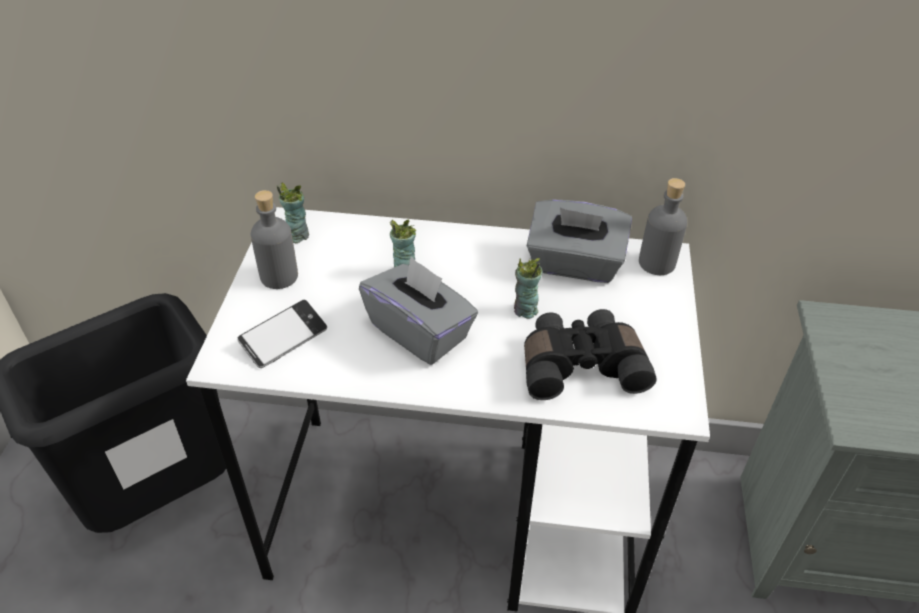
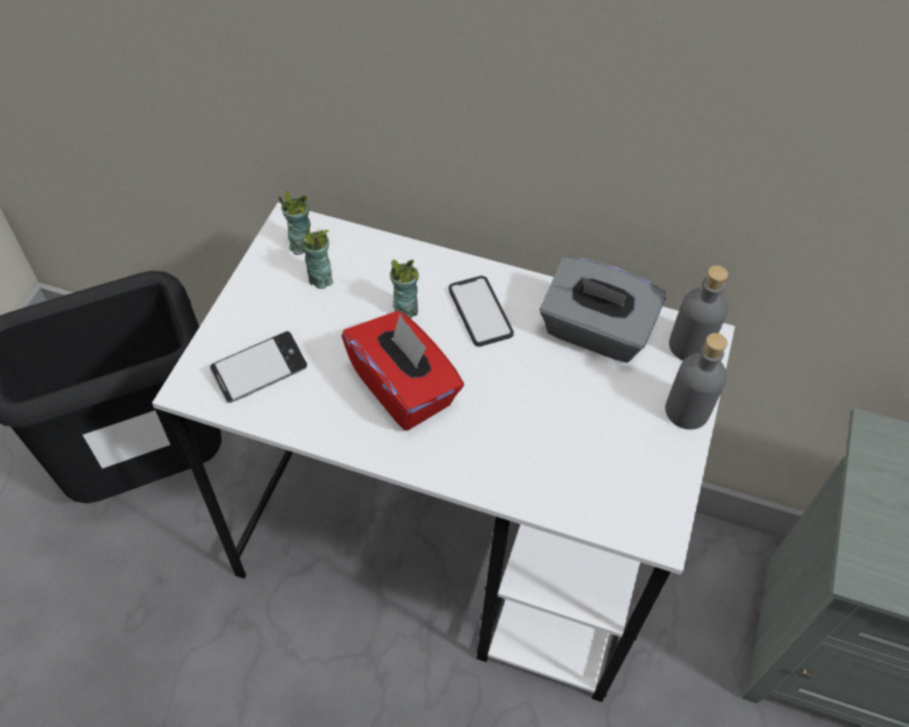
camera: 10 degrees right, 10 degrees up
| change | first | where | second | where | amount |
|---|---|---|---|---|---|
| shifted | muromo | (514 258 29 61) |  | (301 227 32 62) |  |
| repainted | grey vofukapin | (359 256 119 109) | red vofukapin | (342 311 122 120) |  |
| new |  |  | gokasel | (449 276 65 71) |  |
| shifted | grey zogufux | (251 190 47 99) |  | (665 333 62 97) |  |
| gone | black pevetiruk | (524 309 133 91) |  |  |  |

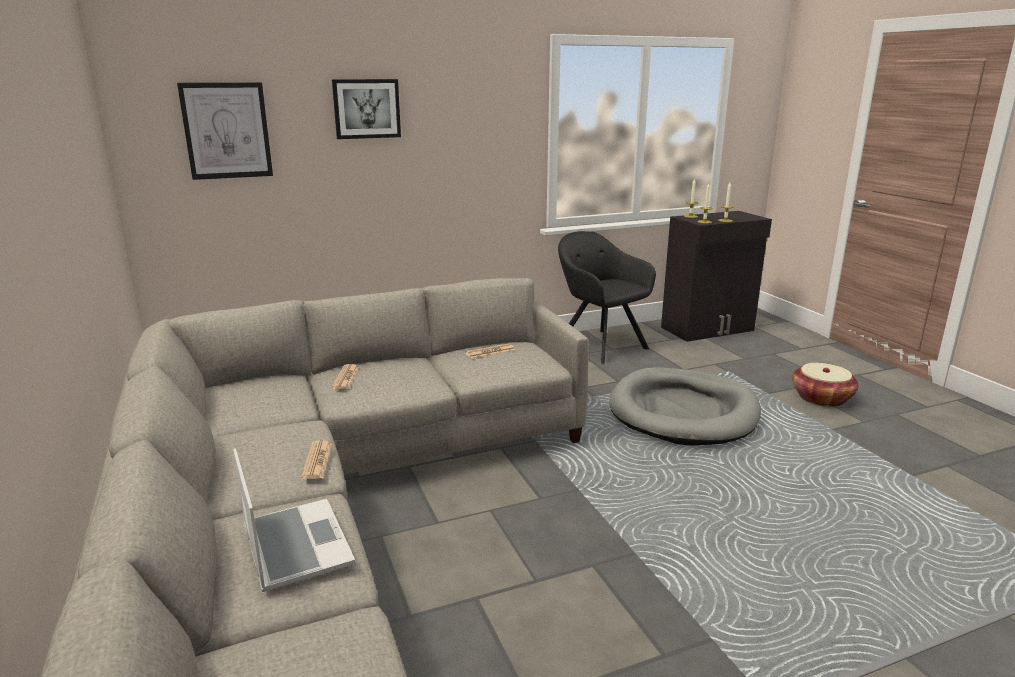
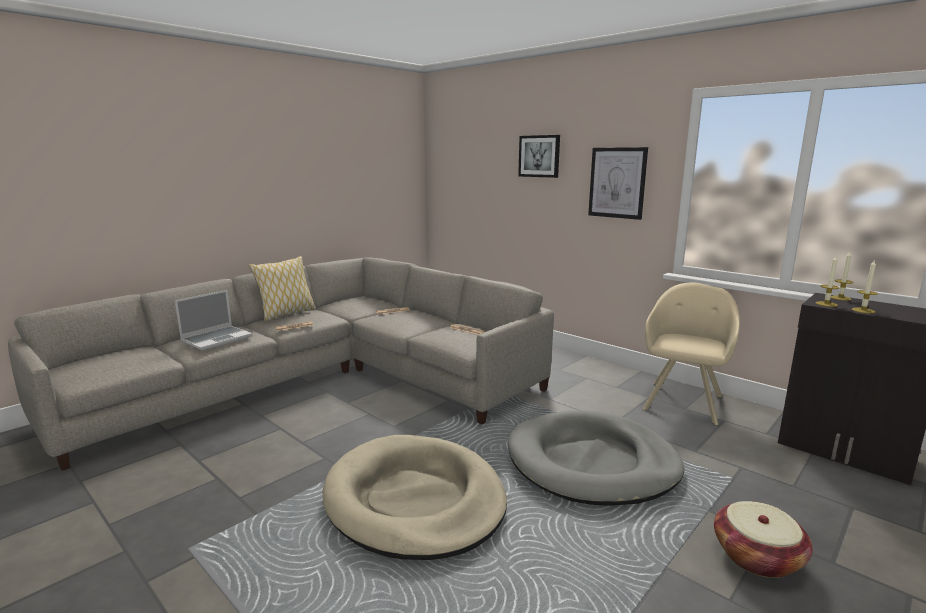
camera: 65 degrees right, 5 degrees down
| change | first | where | second | where | amount |
|---|---|---|---|---|---|
| new |  |  | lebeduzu | (249 256 67 66) |  |
| new |  |  | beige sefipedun | (322 435 185 125) |  |
| shifted | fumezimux | (177 82 96 98) |  | (588 147 60 73) |  |
| repainted | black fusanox | (558 231 98 133) | beige fusanox | (642 282 98 144) |  |

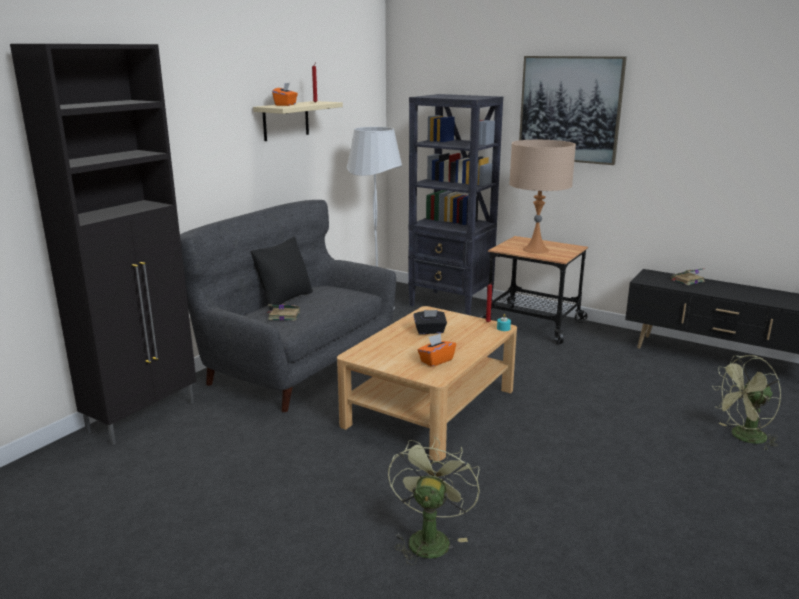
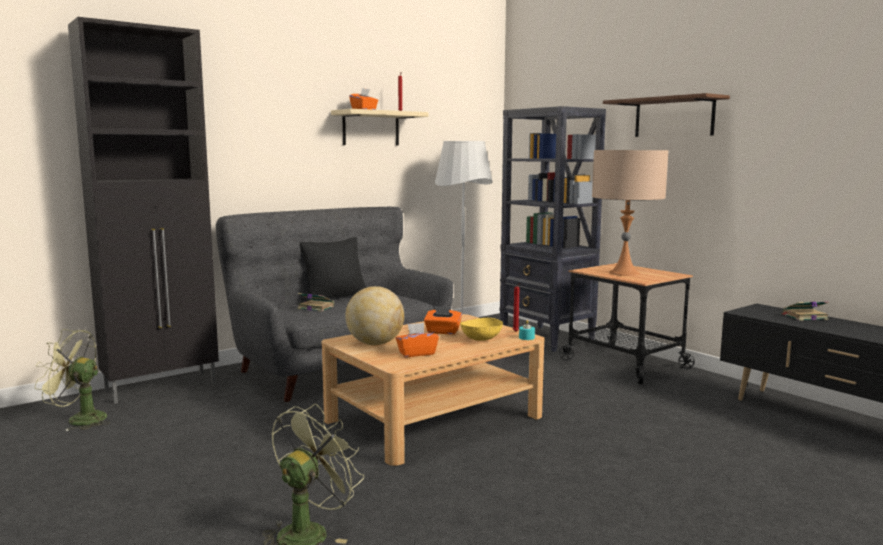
camera: 20 degrees right, 10 degrees down
| change | first | where | second | where | amount |
|---|---|---|---|---|---|
| shifted | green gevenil | (712 355 69 95) |  | (35 329 75 102) |  |
| new |  |  | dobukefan | (345 286 59 59) |  |
| repainted | black vofukapin | (413 310 34 24) | orange vofukapin | (424 306 38 29) |  |
| new |  |  | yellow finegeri | (460 318 43 23) |  |
| swapped | fumezimux | (519 56 108 109) | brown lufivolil | (603 93 127 44) |  |

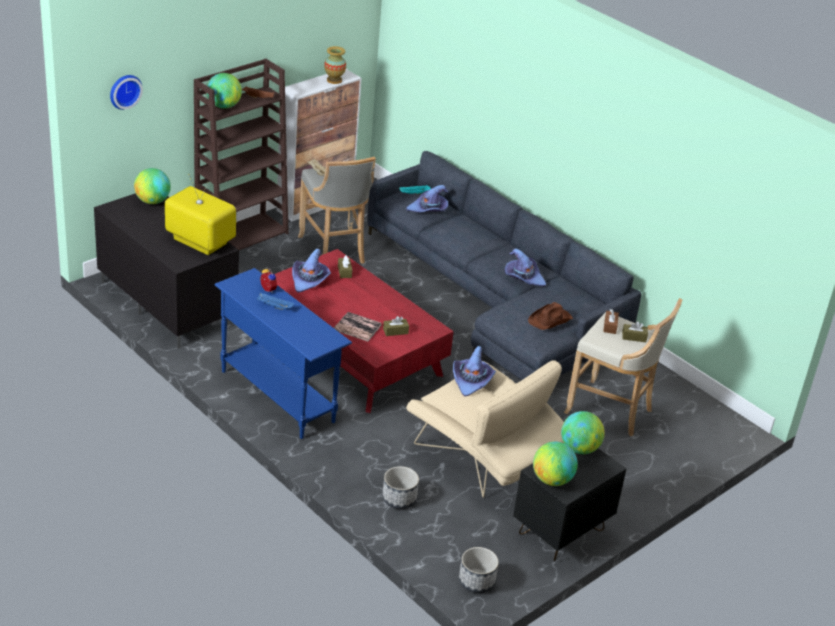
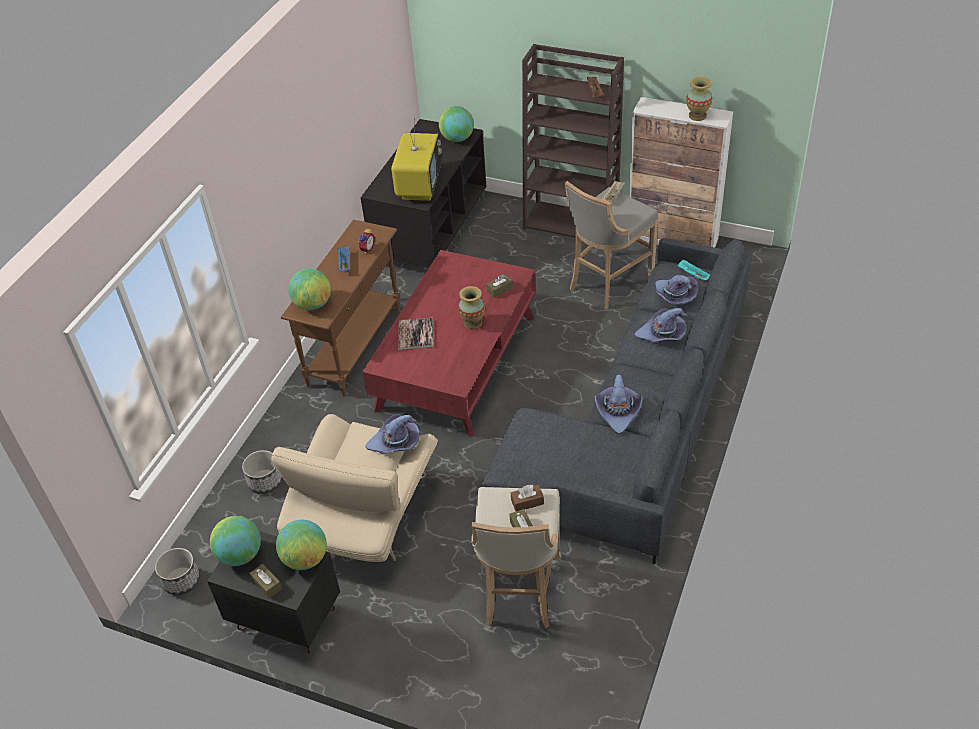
camera: 70 degrees right, 10 degrees up
| change | first | where | second | where | amount |
|---|---|---|---|---|---|
| shifted | brown vofukapin | (383 316 26 20) |  | (249 564 33 35) |  |
| repainted | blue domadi | (214 268 138 171) | brown domadi | (281 220 119 177) |  |
| shifted | dobukefan | (207 73 35 36) |  | (288 268 43 42) |  |
| new |  |  | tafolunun | (458 286 27 43) |  |
| shifted | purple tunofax | (292 248 39 44) |  | (634 308 53 34) |  |
| gone | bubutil | (110 75 33 35) |  |  |  |
| gone | brown tunofax | (528 302 45 28) |  |  |  |

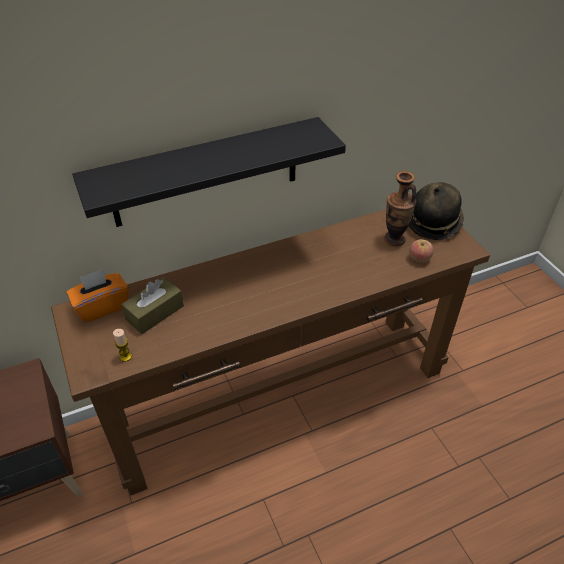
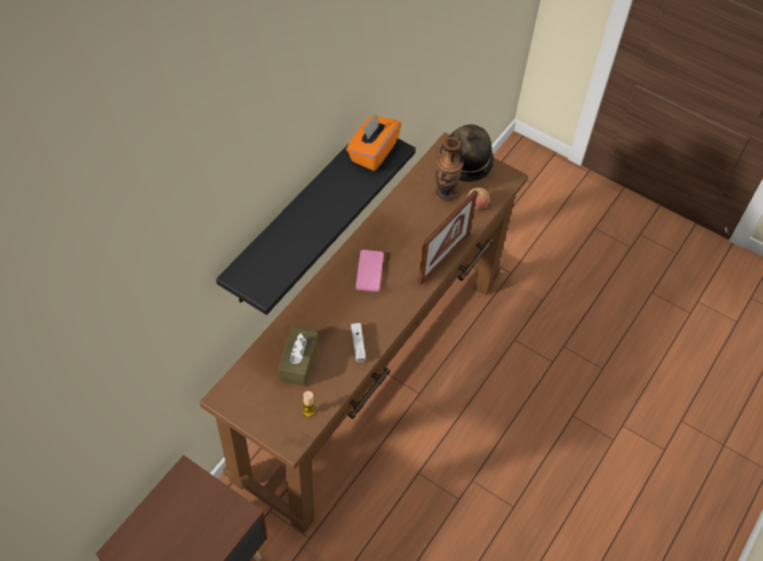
camera: 35 degrees left, 10 degrees up
| change | first | where | second | where | amount |
|---|---|---|---|---|---|
| shifted | orange vofukapin | (66 269 63 53) |  | (346 114 56 57) |  |
| new |  |  | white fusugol | (351 323 15 39) |  |
| new |  |  | pink fusugol | (356 250 28 42) |  |
| new |  |  | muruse | (418 190 59 96) |  |

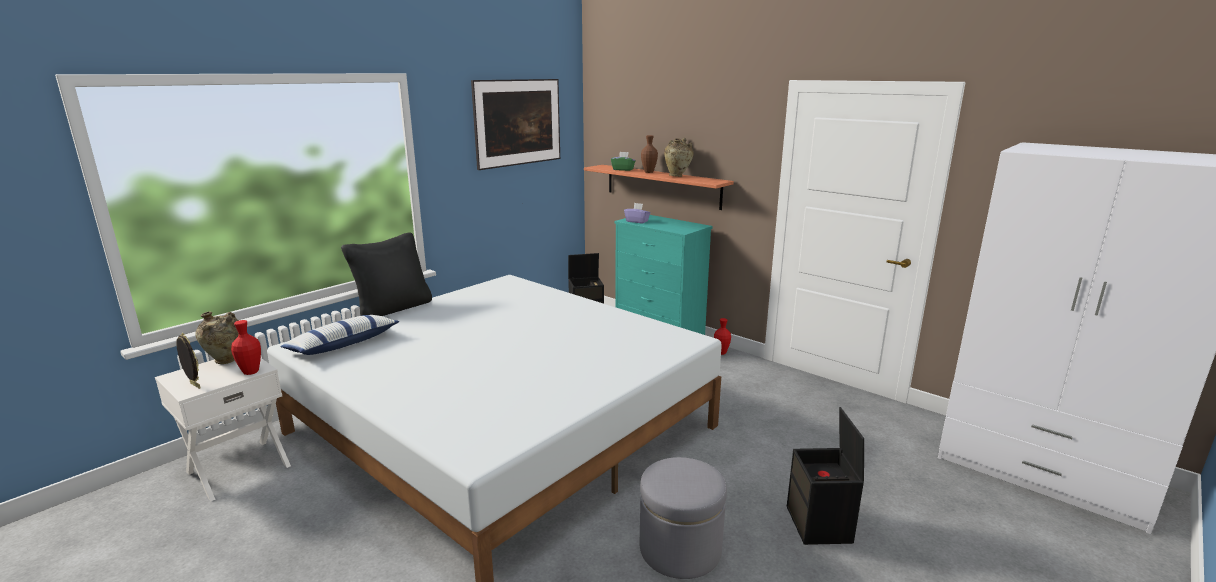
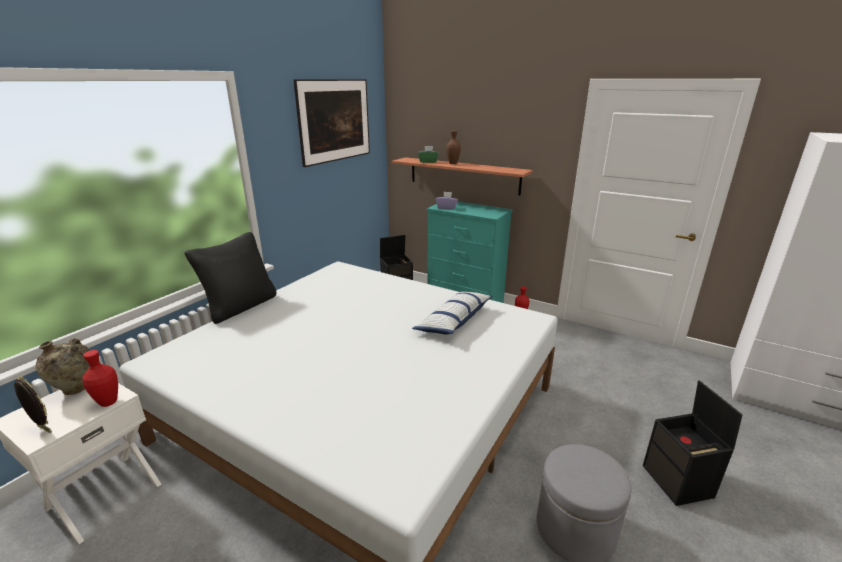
camera: 10 degrees left, 5 degrees up
| change | first | where | second | where | amount |
|---|---|---|---|---|---|
| shifted | lebeduzu | (280 315 119 40) |  | (412 292 81 43) |  |
| gone | beige tafolunun | (664 138 30 39) |  |  |  |

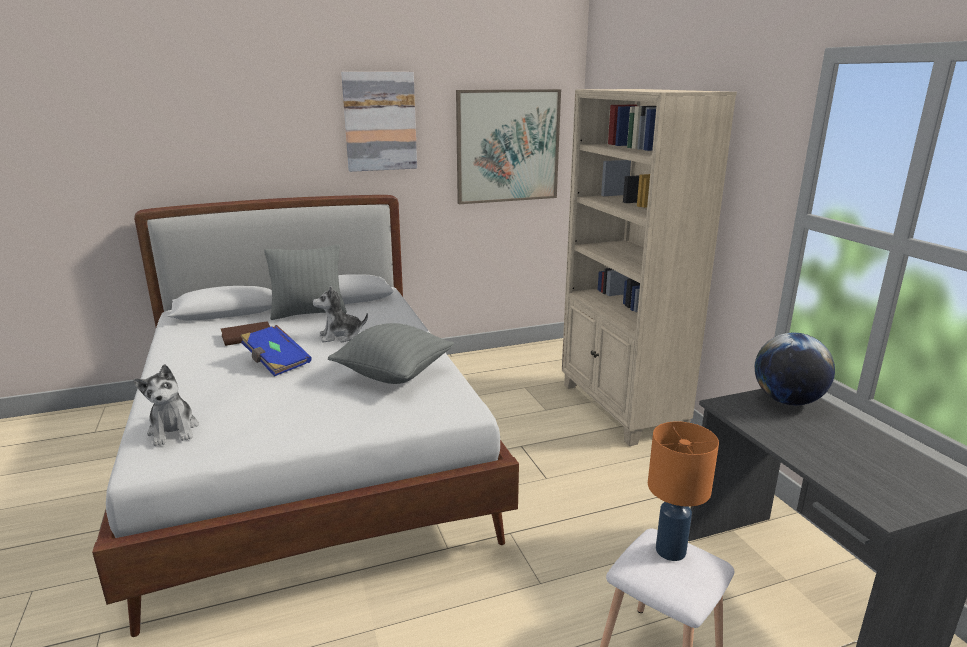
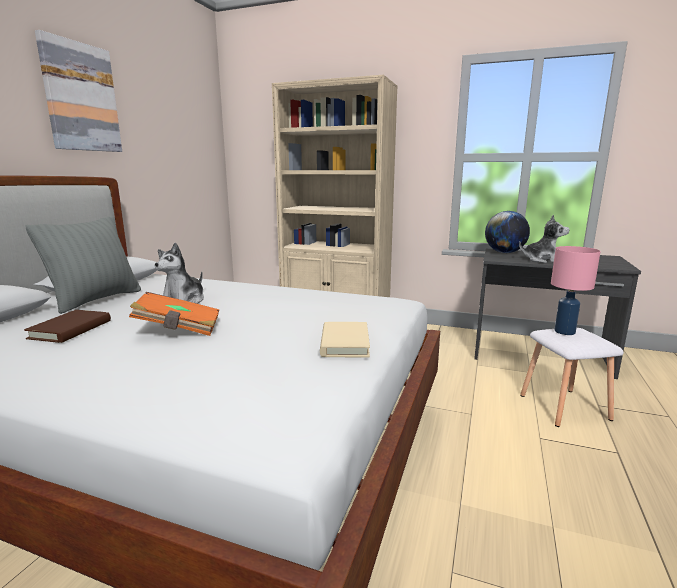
camera: 50 degrees left, 5 degrees down
| change | first | where | second | where | amount |
|---|---|---|---|---|---|
| repainted | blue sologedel | (241 325 71 51) | orange sologedel | (129 292 90 44) |  |
| new |  |  | beige sologedel | (320 322 50 36) |  |
| shifted | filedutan | (133 364 66 82) |  | (519 215 51 48) |  |
| repainted | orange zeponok | (648 421 71 140) | pink zeponok | (551 246 50 89) |  |
| gone | grey lebeduzu | (328 323 126 61) |  |  |  |
| gone | fumezimux | (456 89 105 115) |  |  |  |

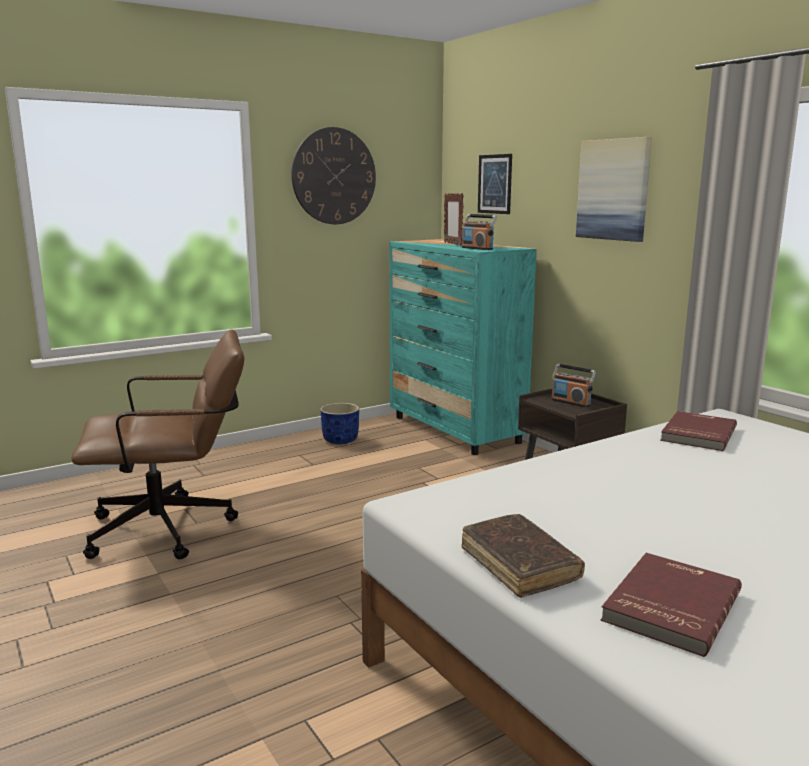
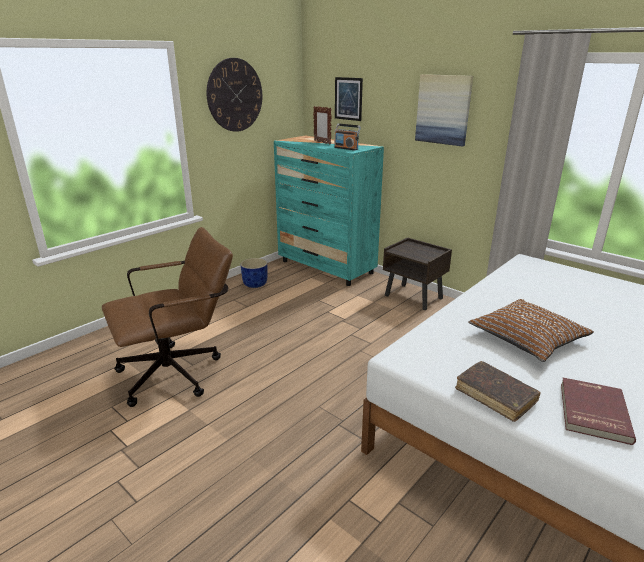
camera: 15 degrees left, 10 degrees up
| change | first | where | second | where | amount |
|---|---|---|---|---|---|
| new |  |  | brown lebeduzu | (468 299 126 63) |  |
| gone | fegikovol | (551 364 45 43) |  |  |  |
| gone | red sologedel | (660 411 77 40) |  |  |  |

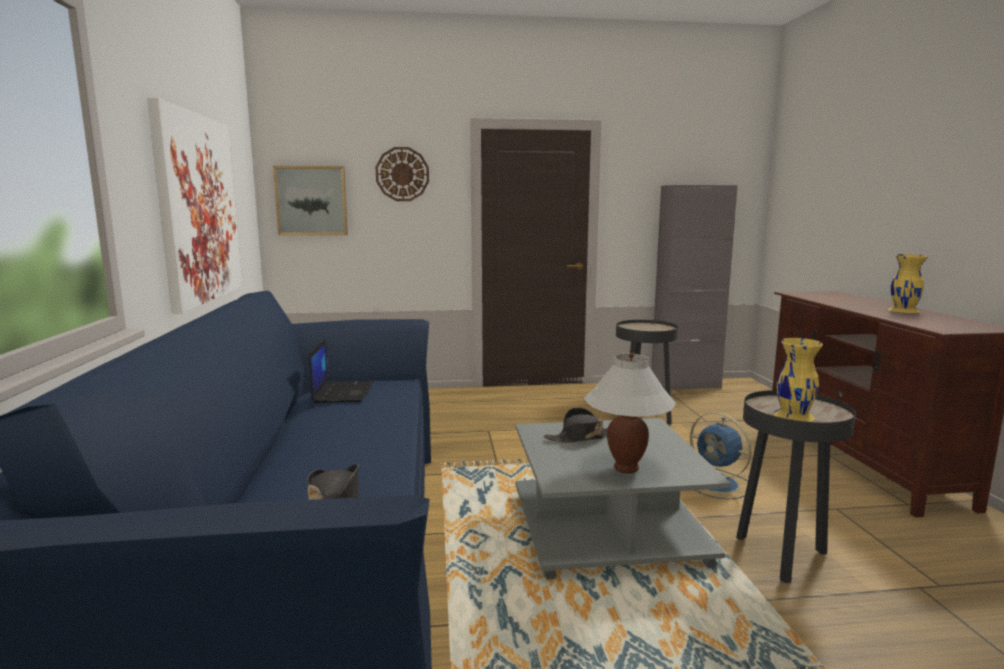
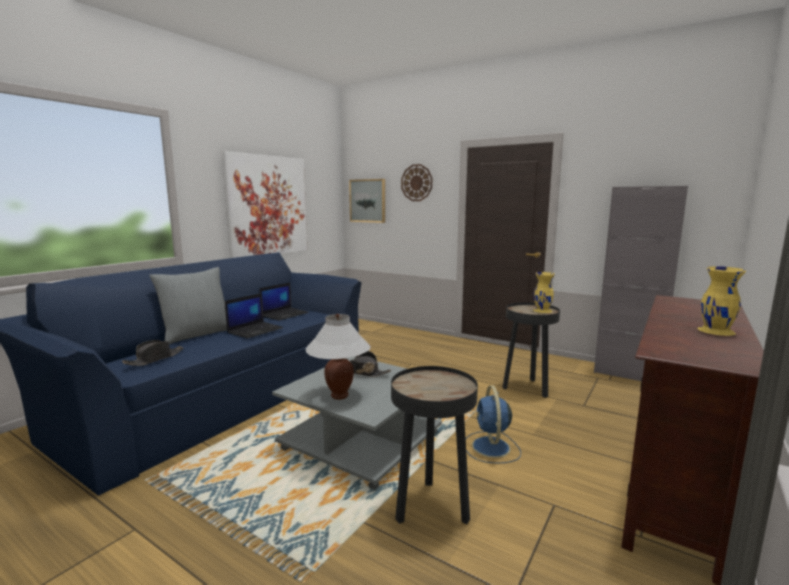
camera: 40 degrees right, 0 degrees up
| change | first | where | second | where | amount |
|---|---|---|---|---|---|
| new |  |  | grey lebeduzu | (149 267 78 77) |  |
| new |  |  | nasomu | (225 293 58 46) |  |
| shifted | yellow tafolunun | (774 338 49 84) |  | (533 272 22 41) |  |

